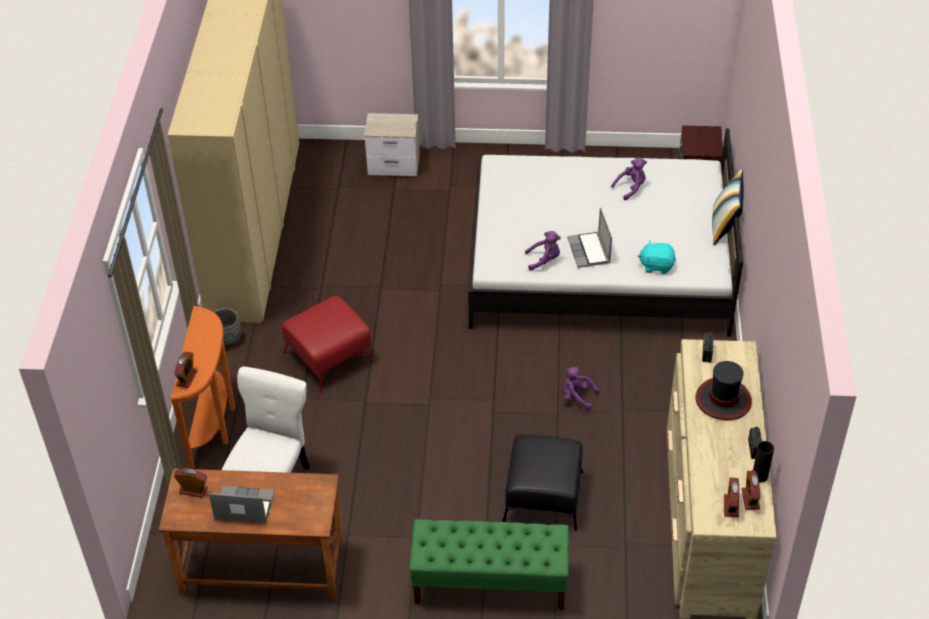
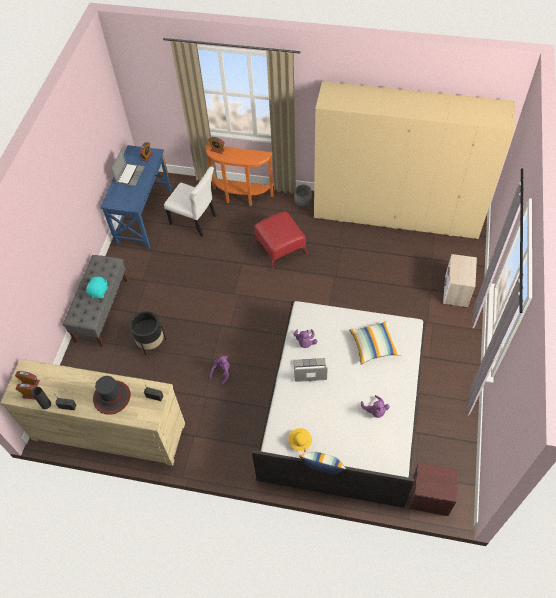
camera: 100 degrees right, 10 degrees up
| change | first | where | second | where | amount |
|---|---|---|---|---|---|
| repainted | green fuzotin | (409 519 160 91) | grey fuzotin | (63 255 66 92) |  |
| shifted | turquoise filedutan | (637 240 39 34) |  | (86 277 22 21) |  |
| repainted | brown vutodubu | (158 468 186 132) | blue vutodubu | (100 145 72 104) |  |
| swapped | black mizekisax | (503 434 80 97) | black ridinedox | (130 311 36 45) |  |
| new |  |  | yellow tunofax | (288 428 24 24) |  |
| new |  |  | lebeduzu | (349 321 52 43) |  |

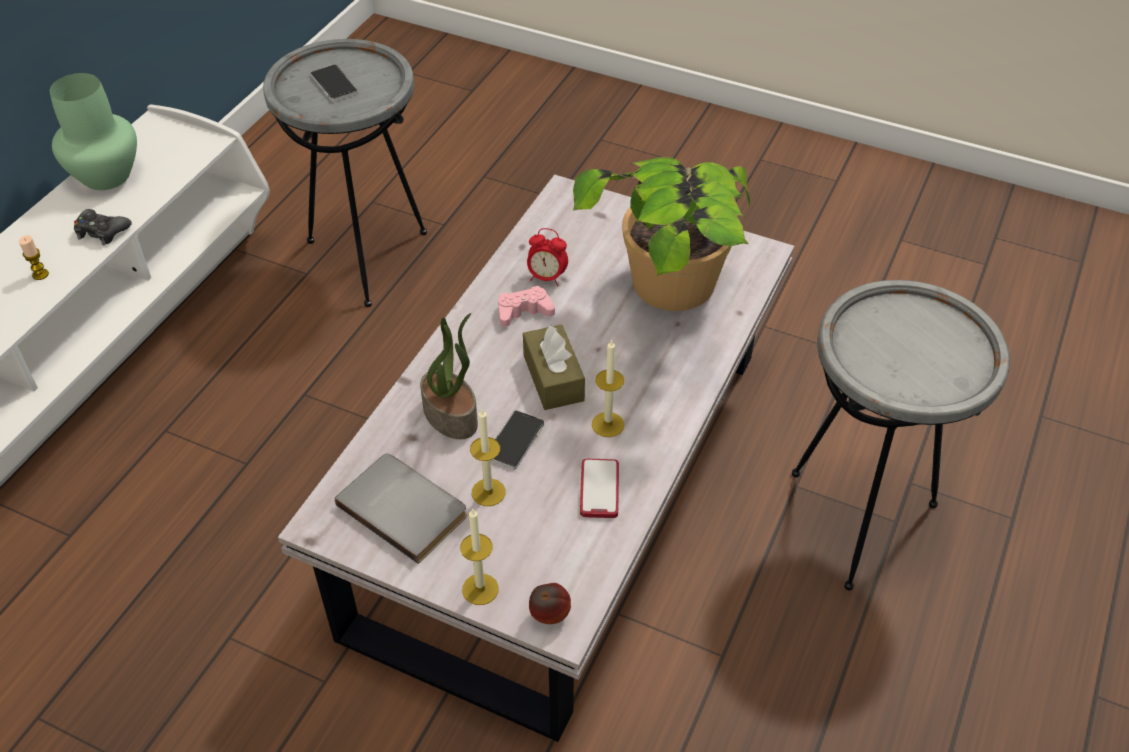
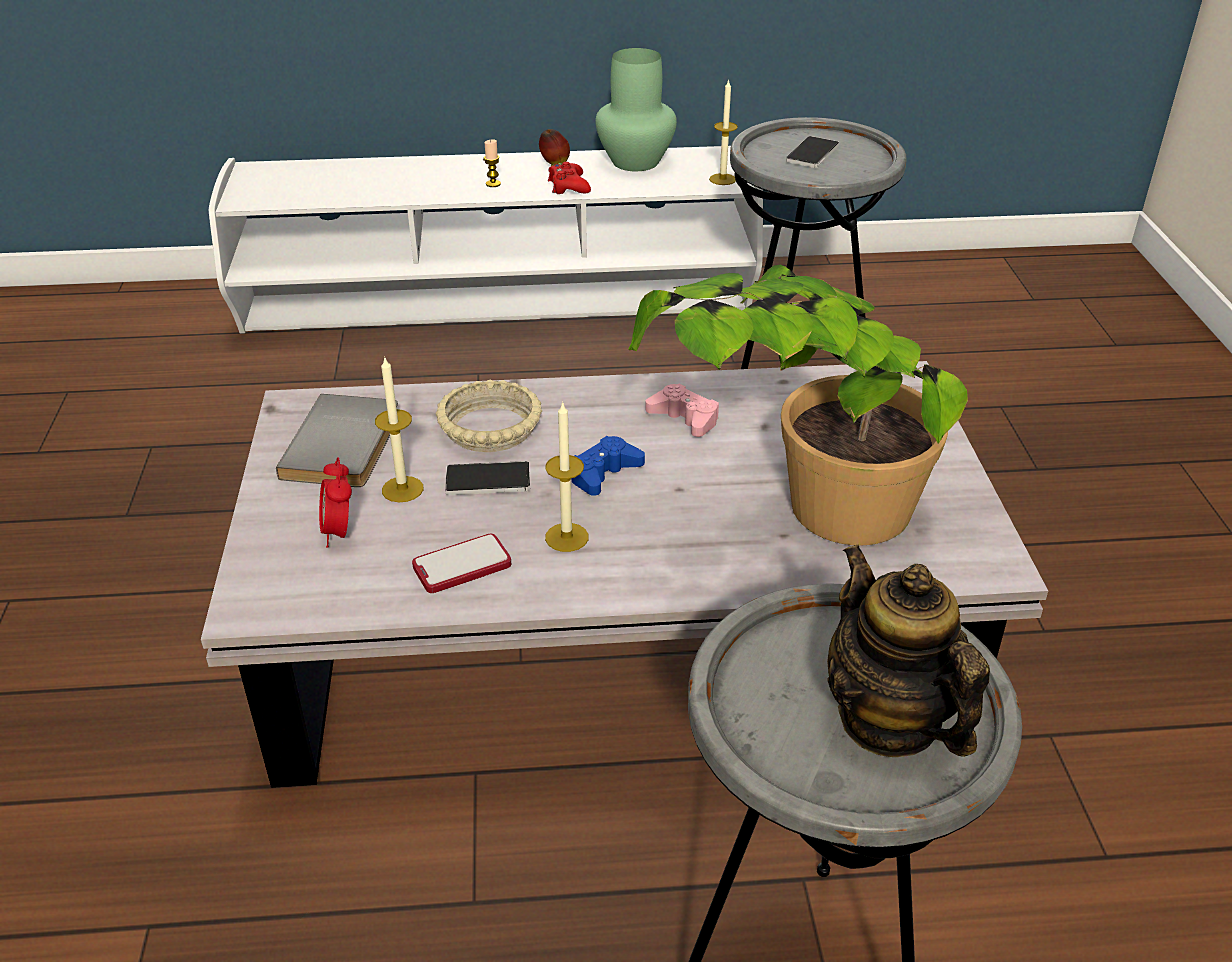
camera: 60 degrees right, 10 degrees down
| change | first | where | second | where | amount |
|---|---|---|---|---|---|
| shifted | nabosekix | (527 228 41 58) |  | (319 457 33 91) |  |
| swapped | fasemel | (420 313 58 126) | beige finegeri | (436 380 106 72) |  |
| shifted | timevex | (529 583 42 41) |  | (539 129 31 36) |  |
| repainted | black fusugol | (74 209 58 36) | red fusugol | (548 162 43 32) |  |
| swapped | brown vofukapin | (523 324 62 86) | blue fusugol | (571 436 74 60) |  |
| shifted | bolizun | (460 508 39 97) |  | (709 79 29 106) |  |
| new |  |  | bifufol | (827 544 163 213) |  |

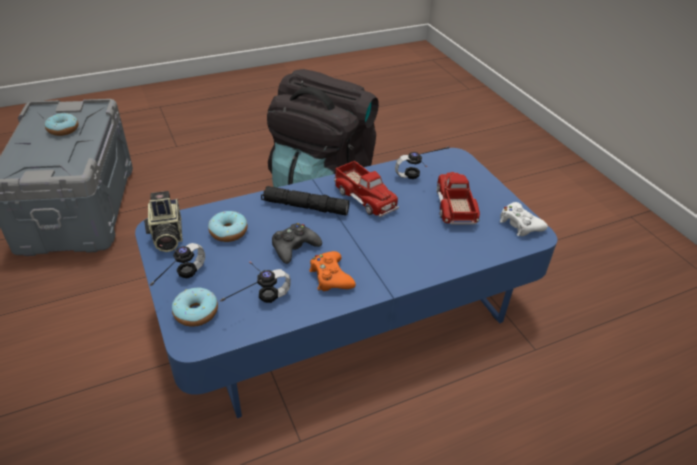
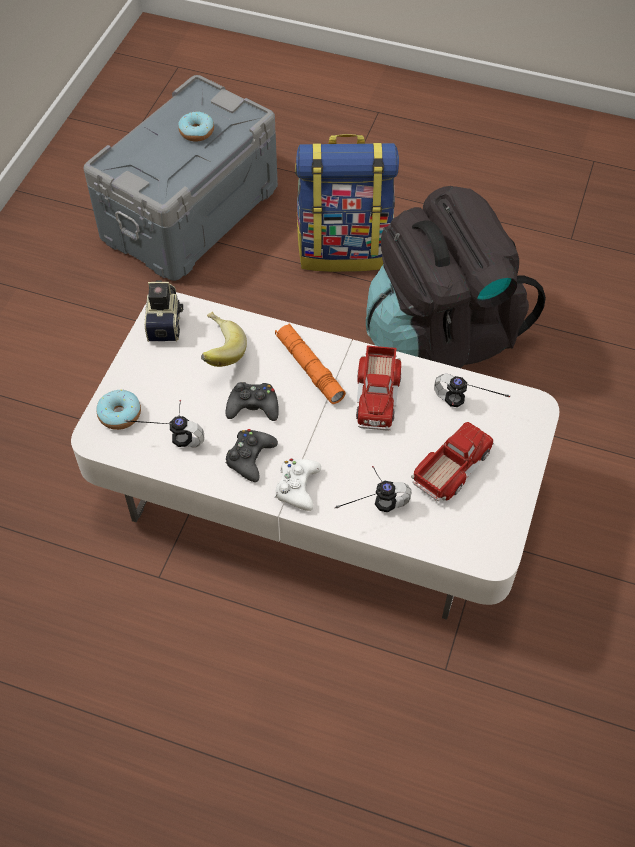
camera: 45 degrees right, 15 degrees up
| change | first | where | second | where | amount |
|---|---|---|---|---|---|
| repainted | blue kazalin | (135 148 422 270) | white kazalin | (71 292 488 328) |  |
| rotated | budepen | (144 191 39 61) |  | (145 280 38 62) | 150 degrees clockwise |
| swapped | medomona | (208 211 40 31) | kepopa | (201 311 46 56) |  |
| repainted | orange fusugol | (309 251 47 40) | black fusugol | (226 429 52 53) |  |
| repainted | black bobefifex | (261 186 89 29) | orange bobefifex | (275 323 71 81) |  |
| shifted | white fusugol | (500 202 48 34) |  | (275 459 46 52) |  |
| new |  |  | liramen | (295 134 104 138) |  |
| shifted | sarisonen | (150 243 55 43) |  | (335 466 77 46) |  |

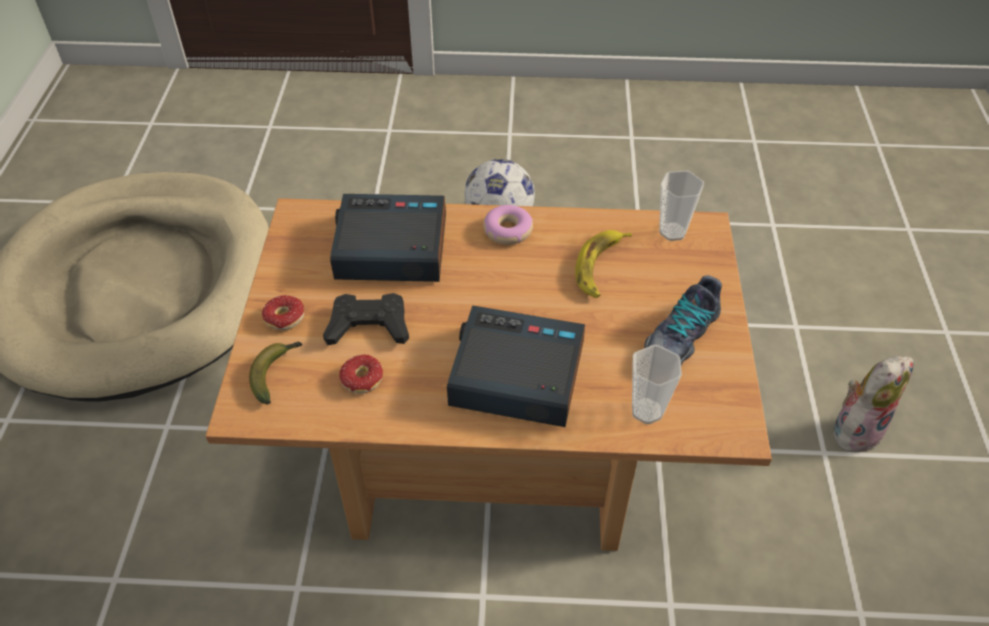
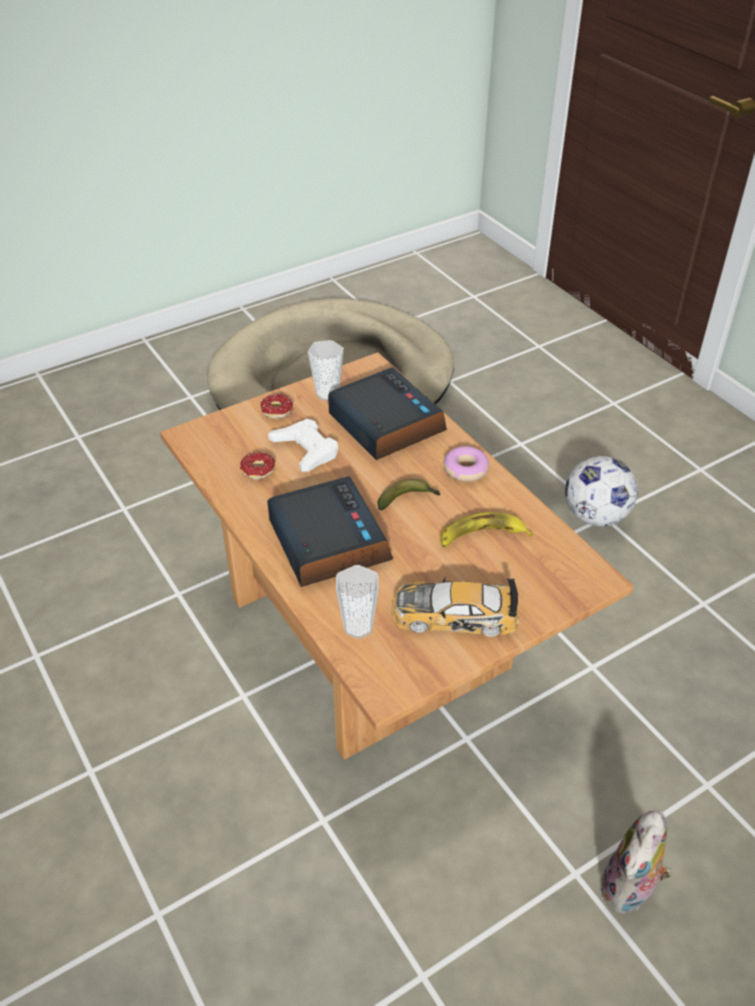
camera: 55 degrees right, 5 degrees down
| change | first | where | second | where | amount |
|---|---|---|---|---|---|
| repainted | black fusugol | (323 293 86 52) | white fusugol | (268 419 70 53) |  |
| shifted | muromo | (659 170 45 71) |  | (308 340 36 61) |  |
| shifted | kepopa | (249 342 54 63) |  | (377 479 64 32) |  |
| swapped | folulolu | (644 275 78 90) | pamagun | (392 577 127 60) |  |
| rotated | filedutan | (833 356 80 100) |  | (599 810 73 104) | 105 degrees clockwise |

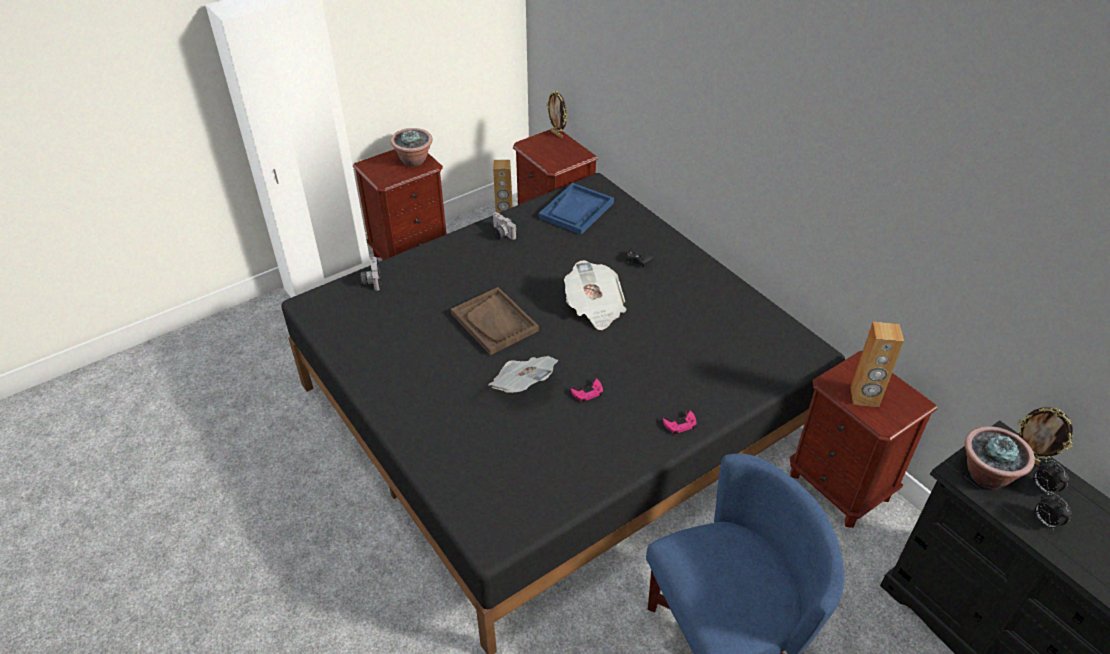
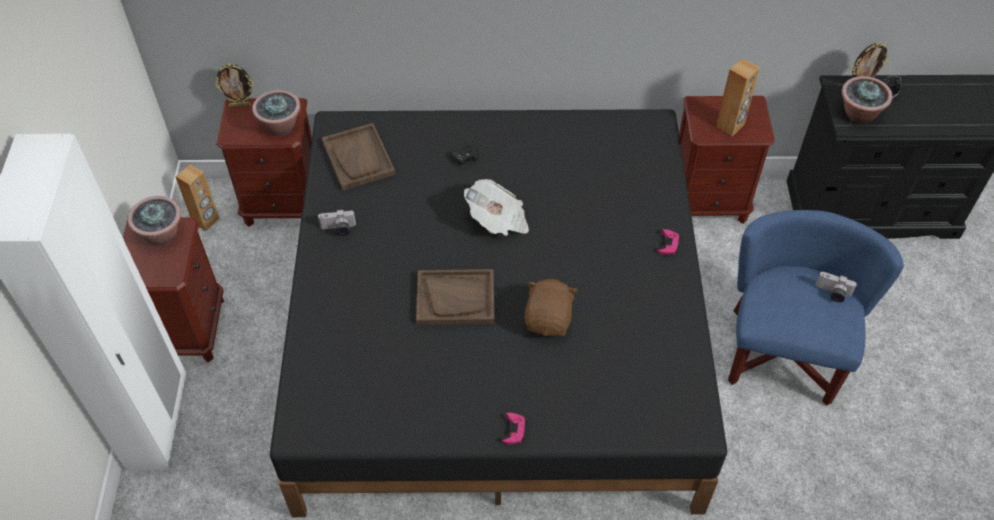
camera: 55 degrees left, 10 degrees up
| change | first | where | second | where | amount |
|---|---|---|---|---|---|
| new |  |  | fasemel | (252 90 49 46) |  |
| repainted | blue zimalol | (539 183 75 52) | brown zimalol | (322 123 73 67) |  |
| shifted | pink fusugol | (571 378 32 24) |  | (501 413 25 31) |  |
| swapped | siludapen | (489 356 69 37) | brown filedutan | (525 279 52 57) |  |
| shifted | budepen | (360 257 22 34) |  | (815 272 42 30) |  |
| gone | nabosekix | (1035 492 37 39) |  |  |  |

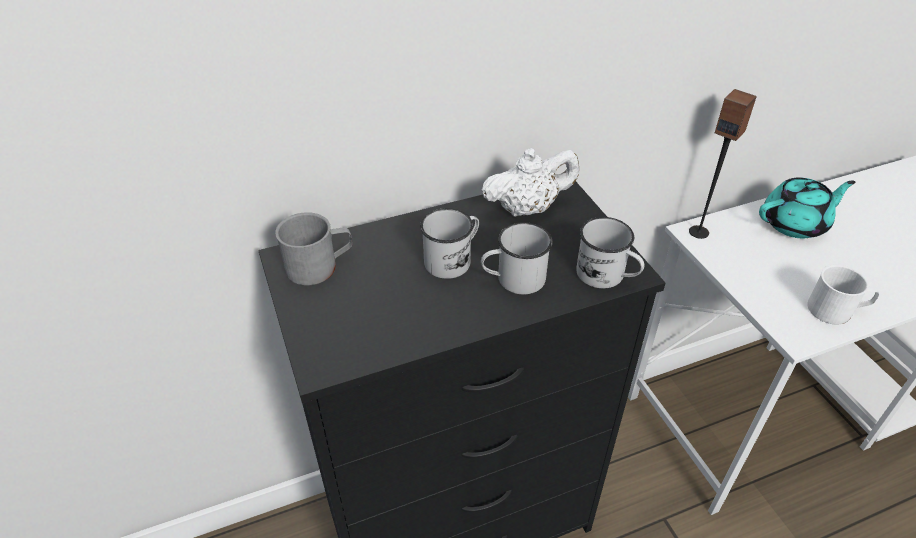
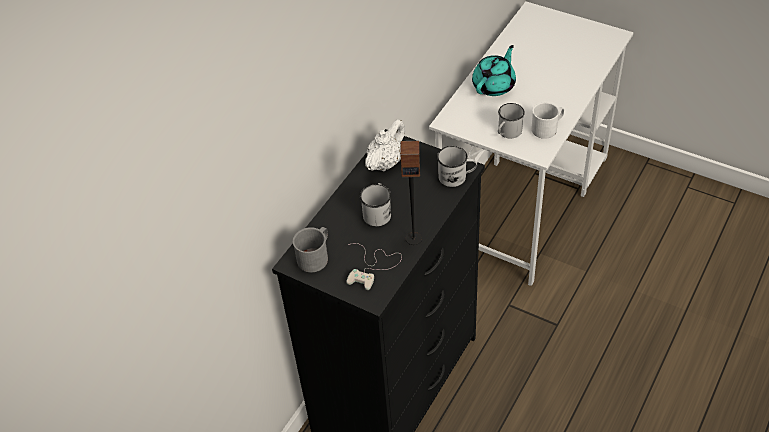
camera: 35 degrees left, 5 degrees up
| change | first | where | second | where | amount |
|---|---|---|---|---|---|
| new |  |  | white fusugol | (346 243 56 47) |  |
| shifted | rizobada | (689 89 68 150) |  | (400 141 22 104) |  |
| shifted | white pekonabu | (481 222 71 73) |  | (498 103 27 36) |  |

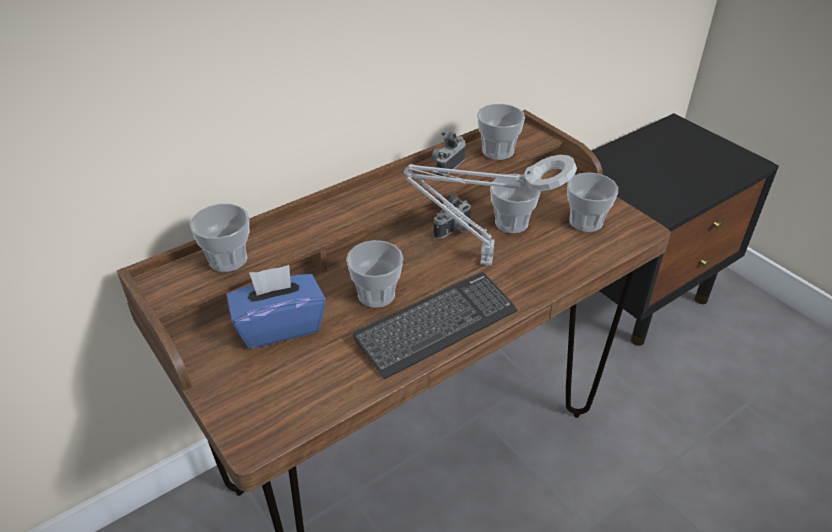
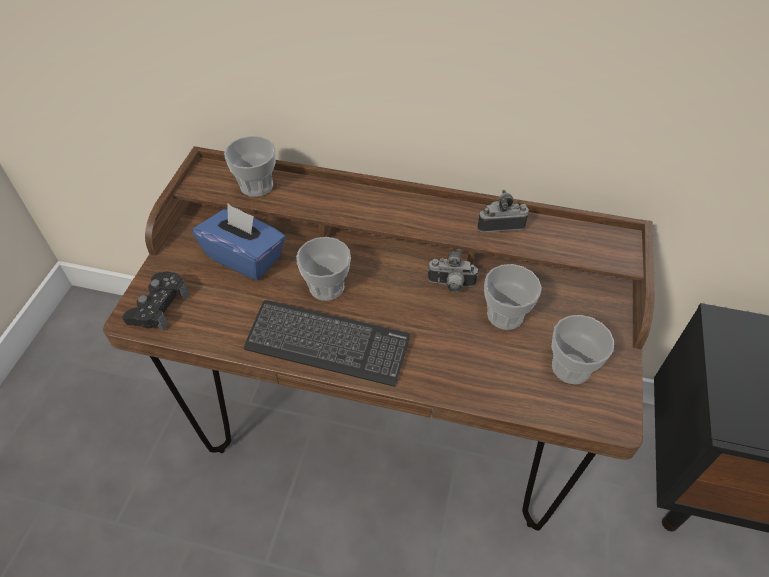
camera: 50 degrees right, 10 degrees up
| change | first | where | second | where | amount |
|---|---|---|---|---|---|
| new |  |  | black fusugol | (122 271 68 60) |  |
| gone | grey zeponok | (404 155 173 111) |  |  |  |
| gone | muromo | (477 104 48 56) |  |  |  |

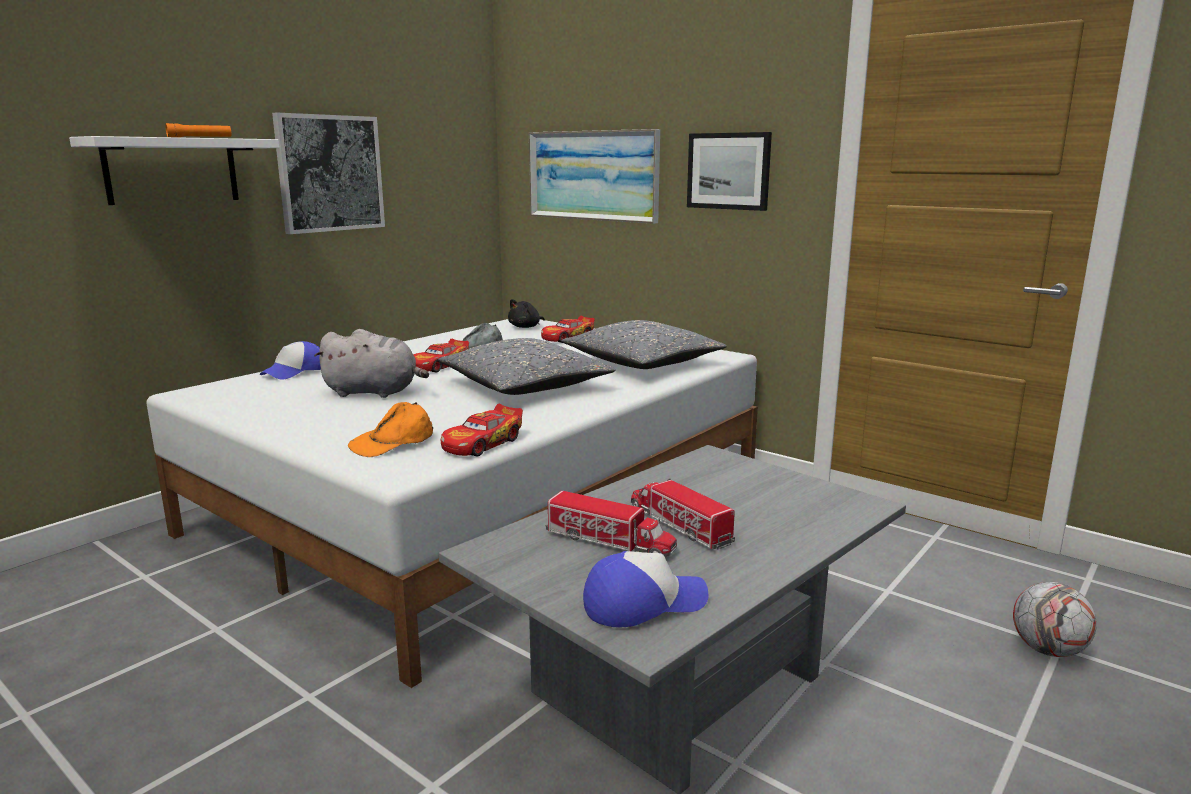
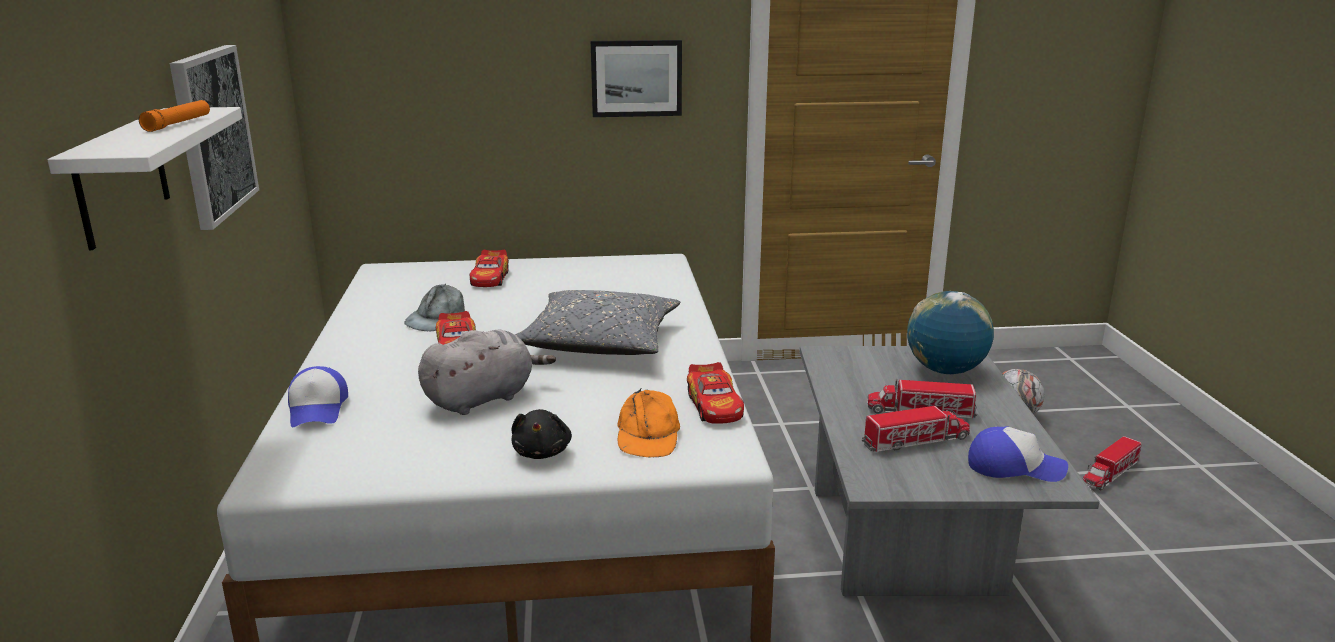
camera: 45 degrees left, 5 degrees up
| change | first | where | second | where | amount |
|---|---|---|---|---|---|
| shifted | black filedutan | (508 299 37 29) |  | (512 409 60 50) |  |
| new |  |  | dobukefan | (907 291 87 83) |  |
| rotated | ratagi | (583 551 125 77) |  | (968 426 100 56) | 75 degrees clockwise |
| new |  |  | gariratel | (1083 436 59 54) |  |
| gone | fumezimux | (529 129 131 95) |  |  |  |
| gone | grey lebeduzu | (561 320 166 49) |  |  |  |

